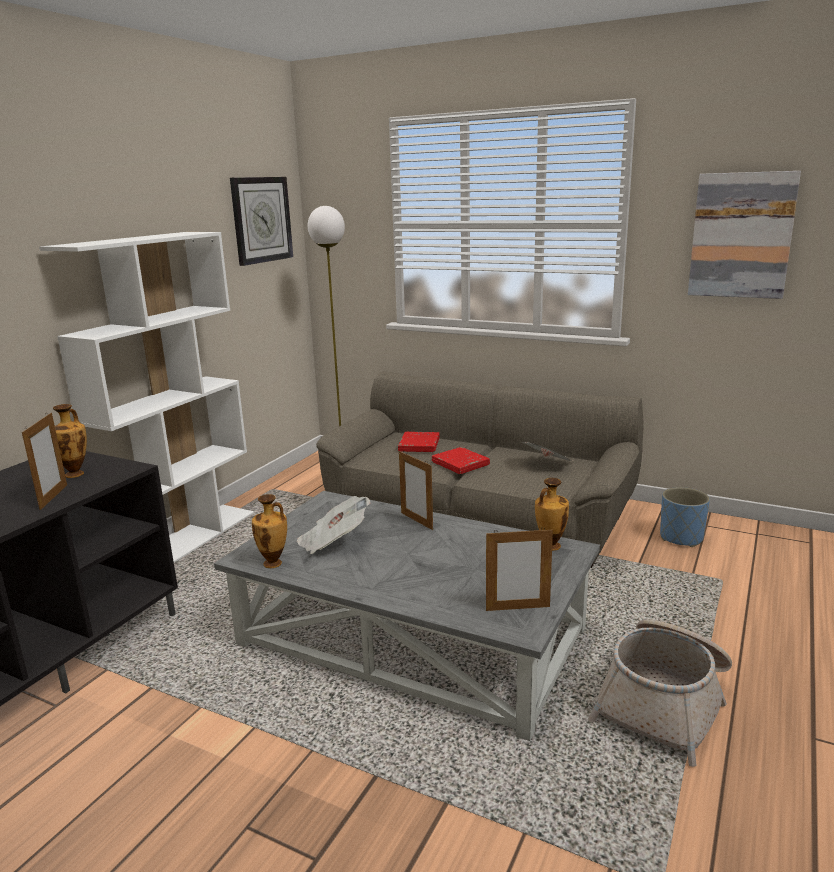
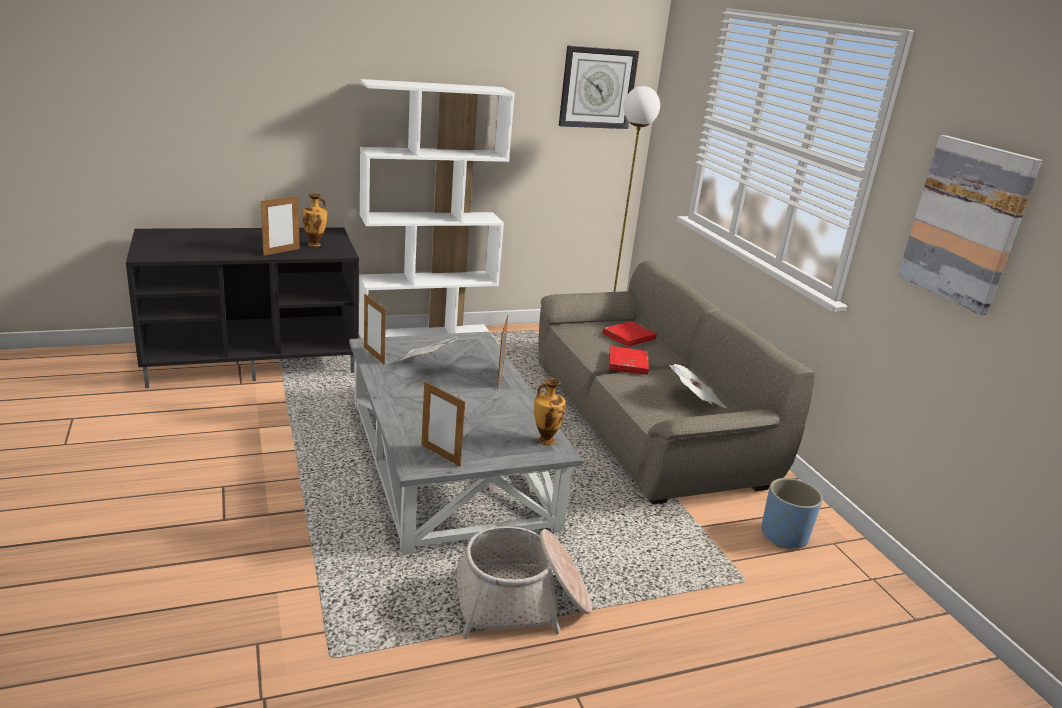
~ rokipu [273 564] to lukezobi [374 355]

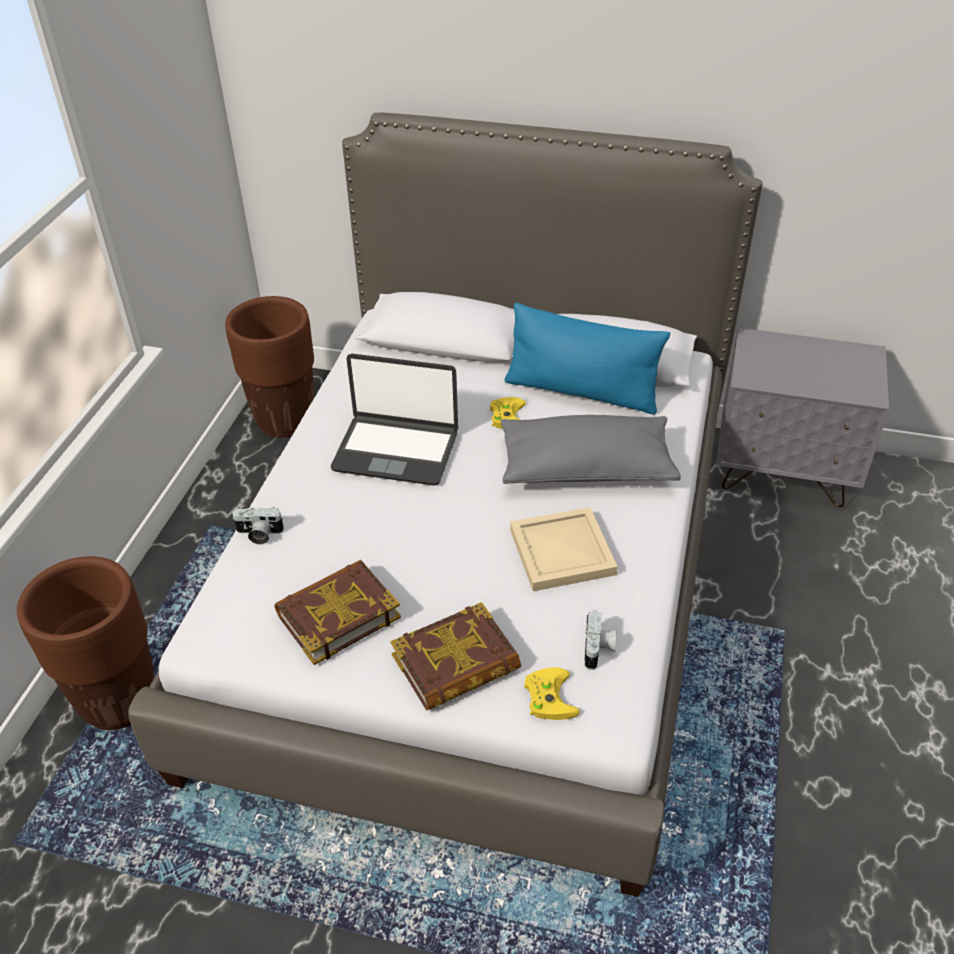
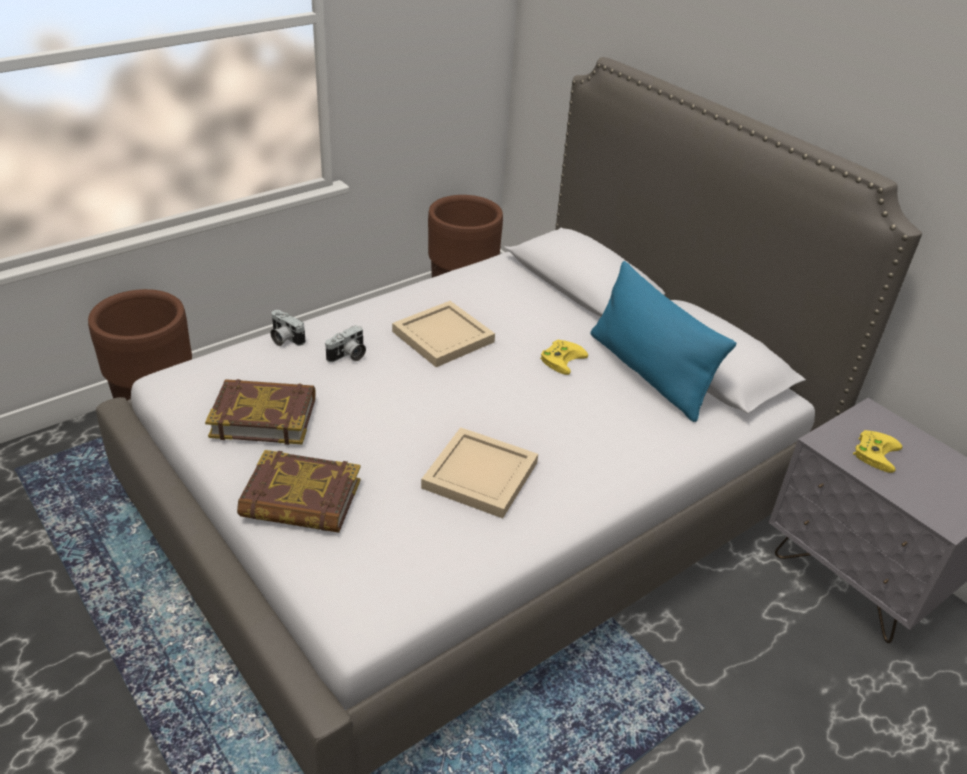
~ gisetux [396 450] to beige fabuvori [444 337]
- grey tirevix [586 468]
~ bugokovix [599 649] to [348 356]
~ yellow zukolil [547 696] to [874 452]

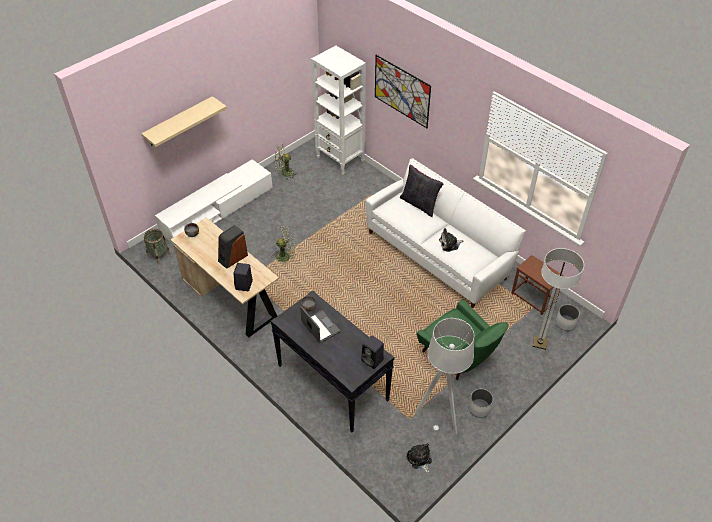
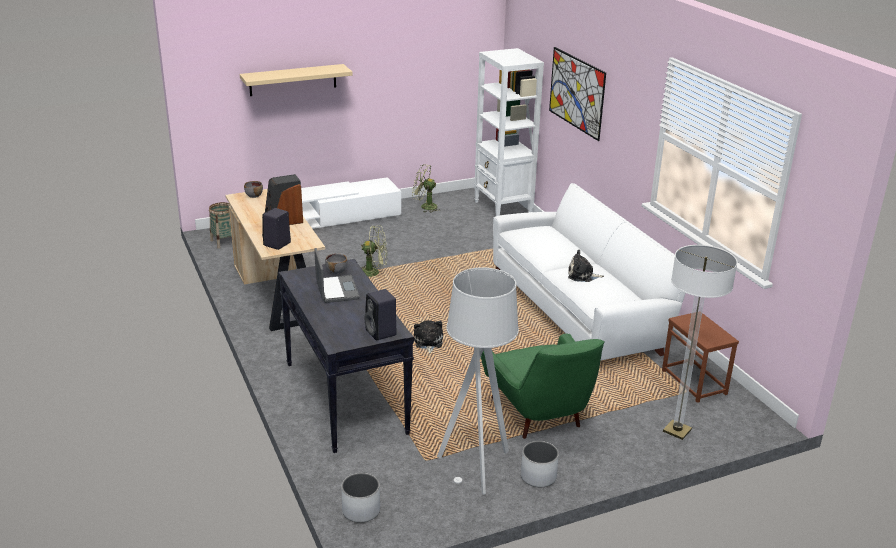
- black tirevix [419 204]
~ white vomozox [565 323] to [361 511]
~ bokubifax [419 460] to [428 343]

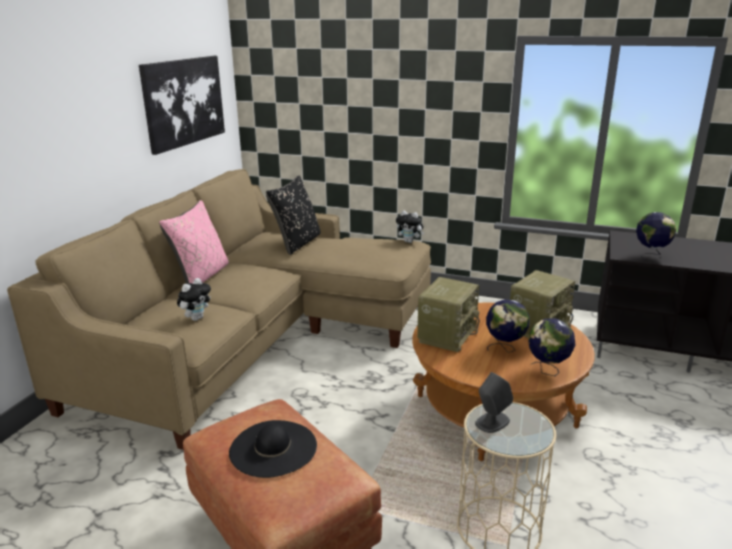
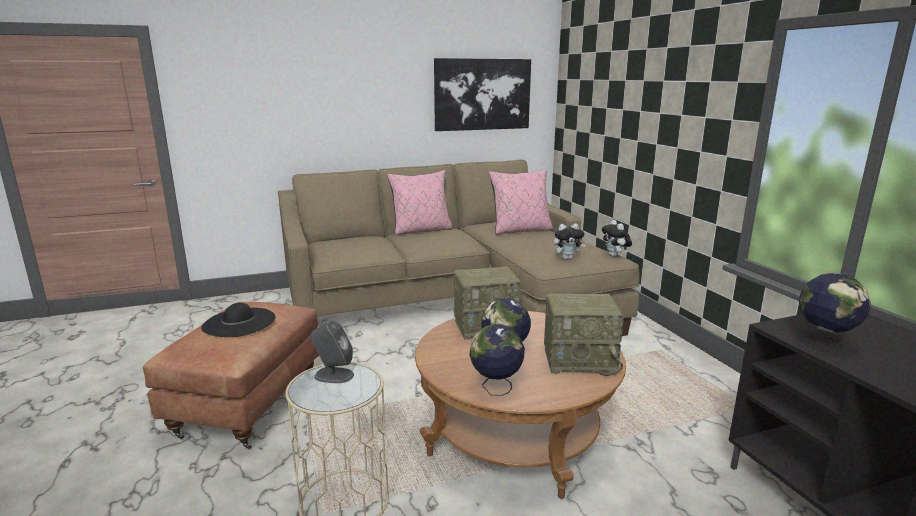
~ black tirevix [297 243] to pink tirevix [521 230]
~ bokubifax [196 318] to [567 258]

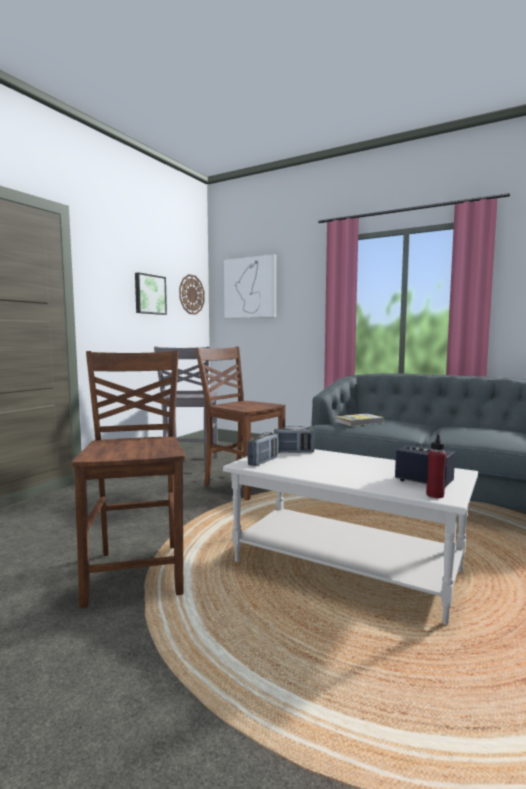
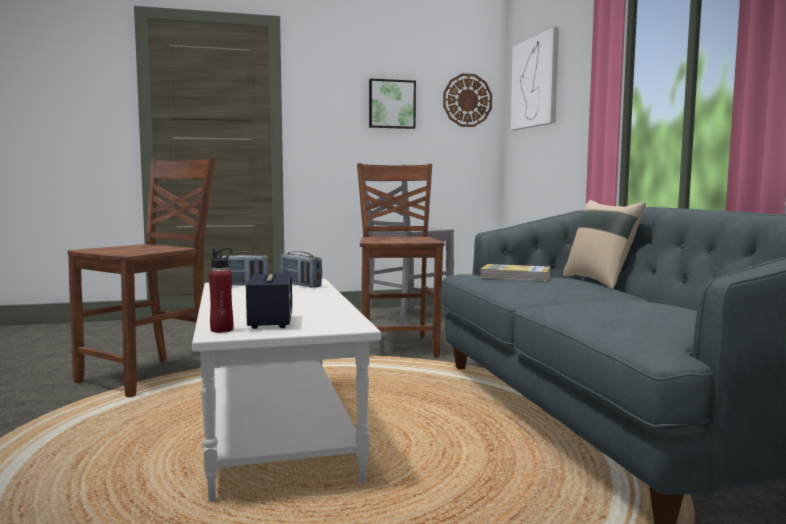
+ beige tirevix [600 281]

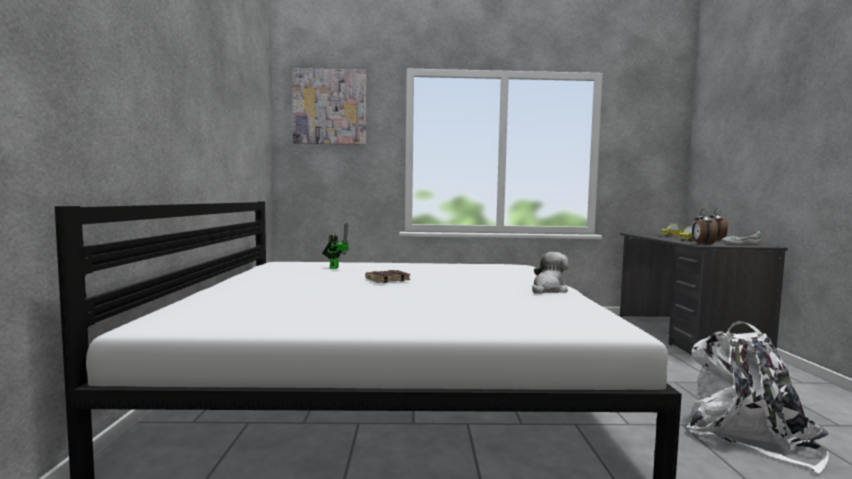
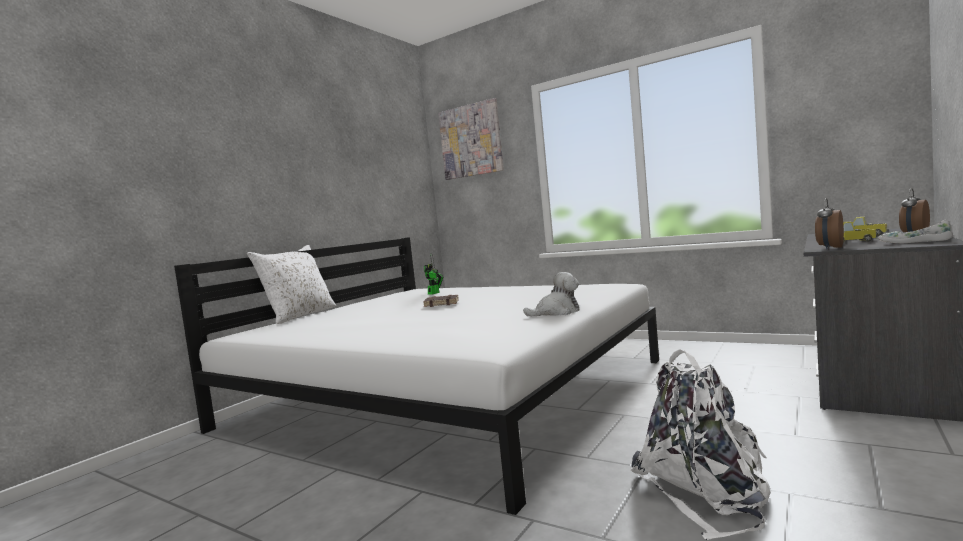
+ white tirevix [299 316]

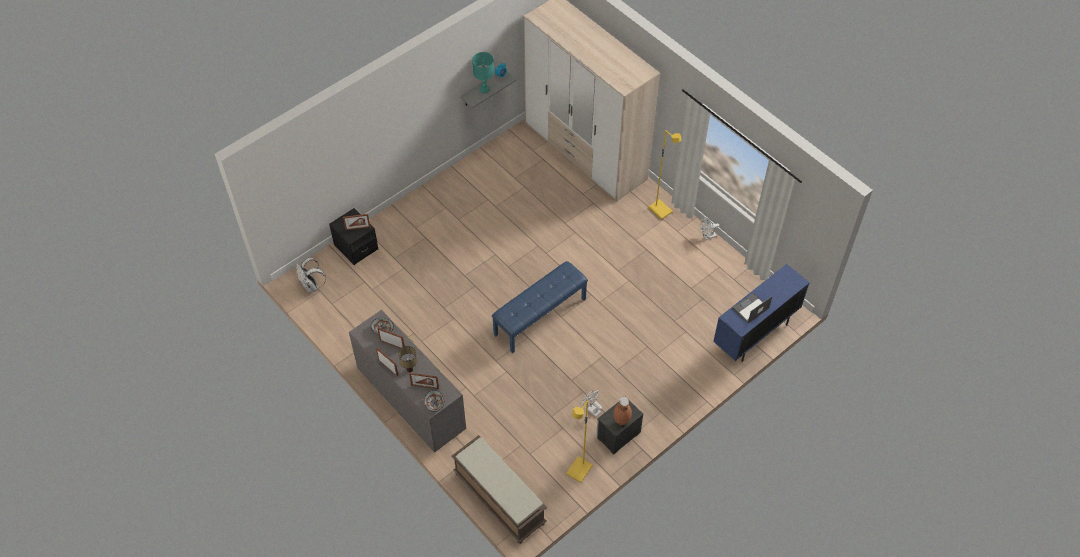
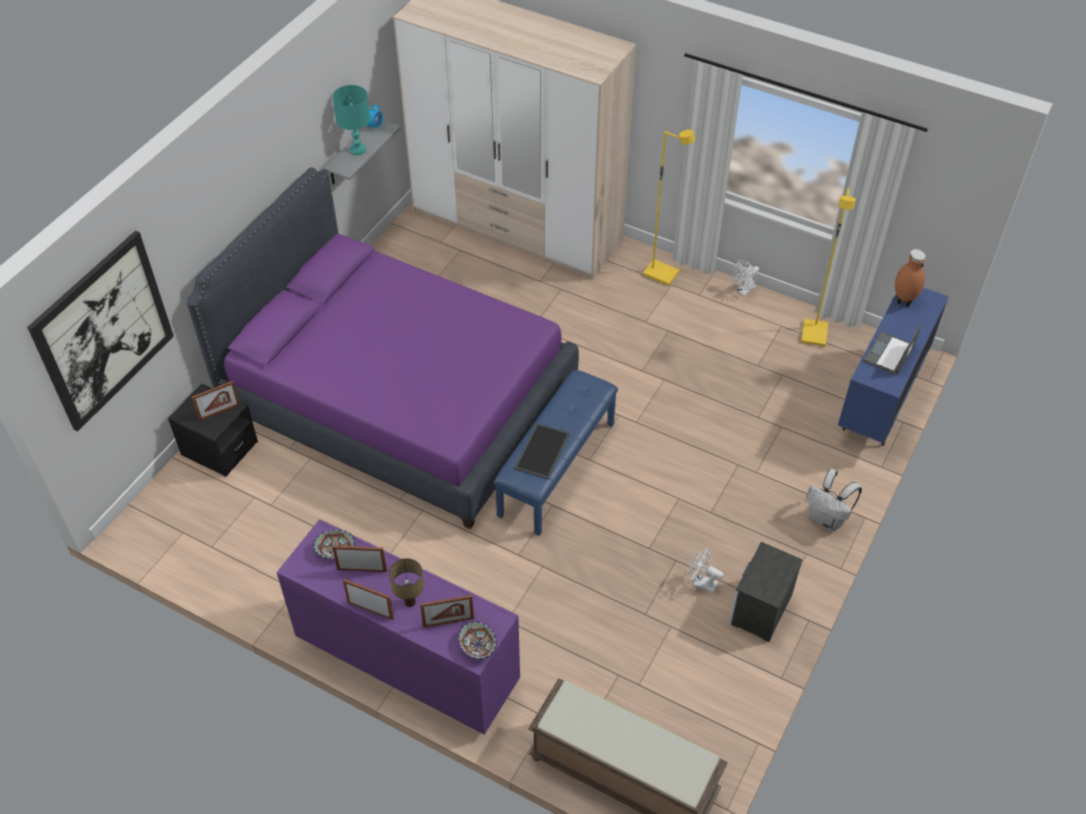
~ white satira [312 286] to [827 519]
~ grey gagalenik [411 399] to purple gagalenik [406 660]
~ brown rokipu [621 422] to [902 301]
~ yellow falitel [579 470] to [815 334]
+ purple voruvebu [400 399]
+ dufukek [104 331]
+ fabuvori [541 450]

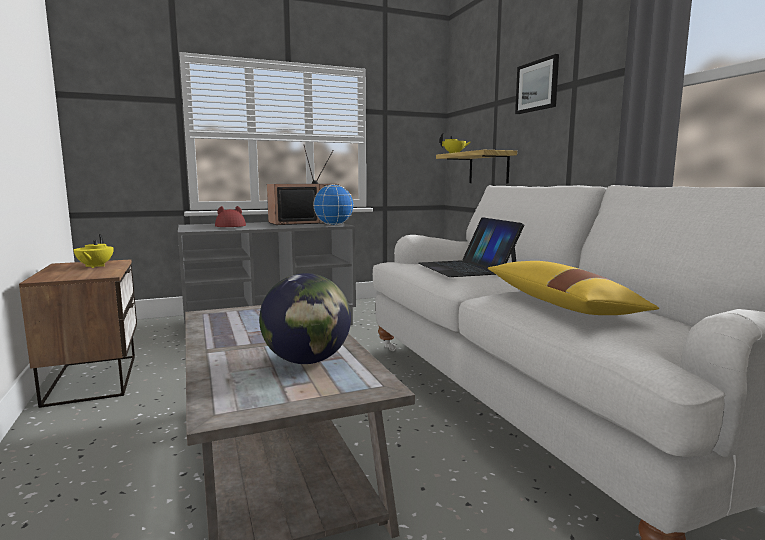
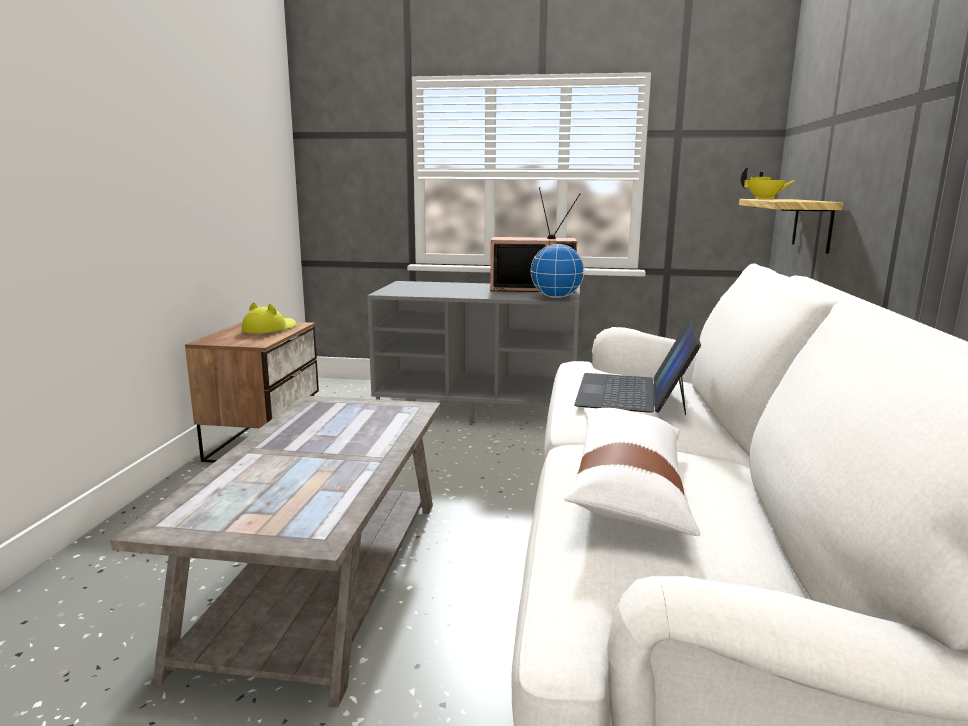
- dufukek [537 86]
- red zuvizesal [230 227]
~ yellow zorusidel [95 266] to yellow zuvizesal [269 329]
~ yellow tirevix [560 305] to white tirevix [629 487]
- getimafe [307 361]

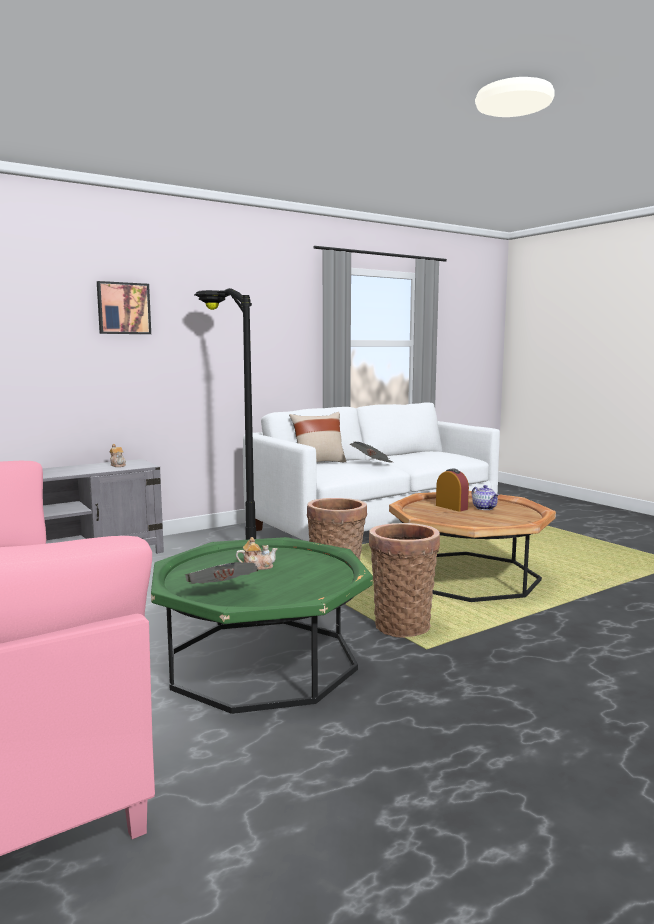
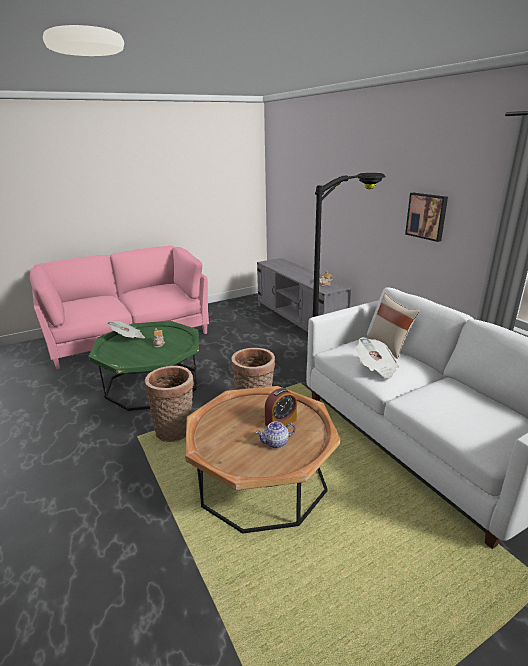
~ dufukek [123 308] to [427 216]

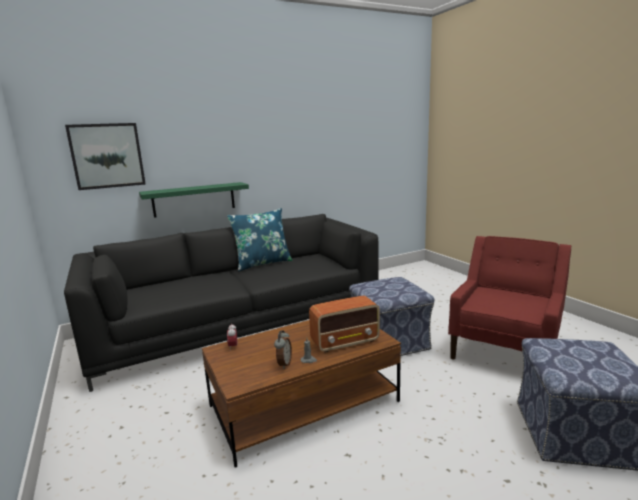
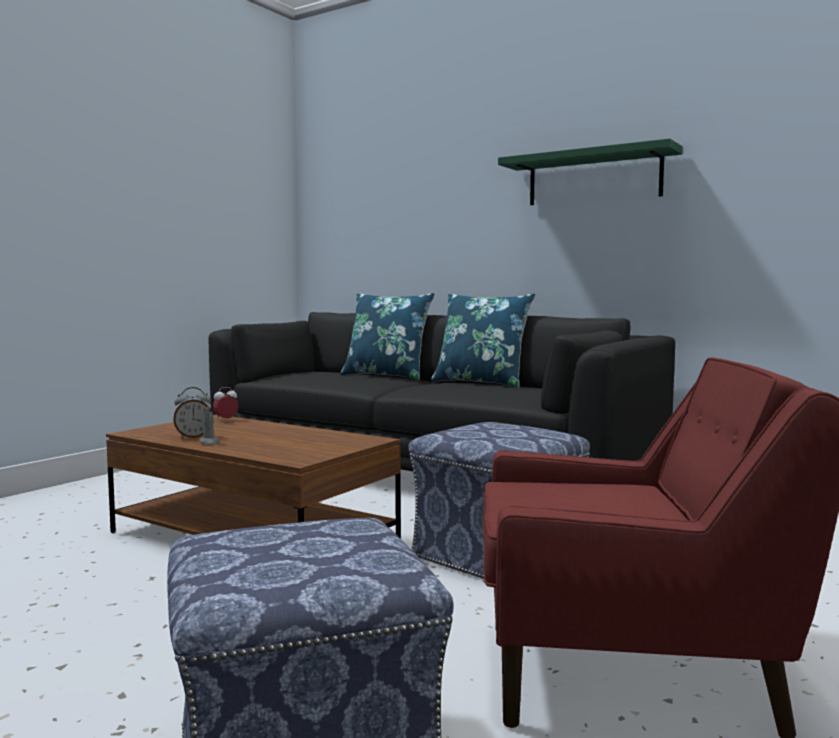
- dufukek [107 156]
~ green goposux [194 199] to [594 178]
- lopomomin [346 342]
+ blue tirevix [386 376]

